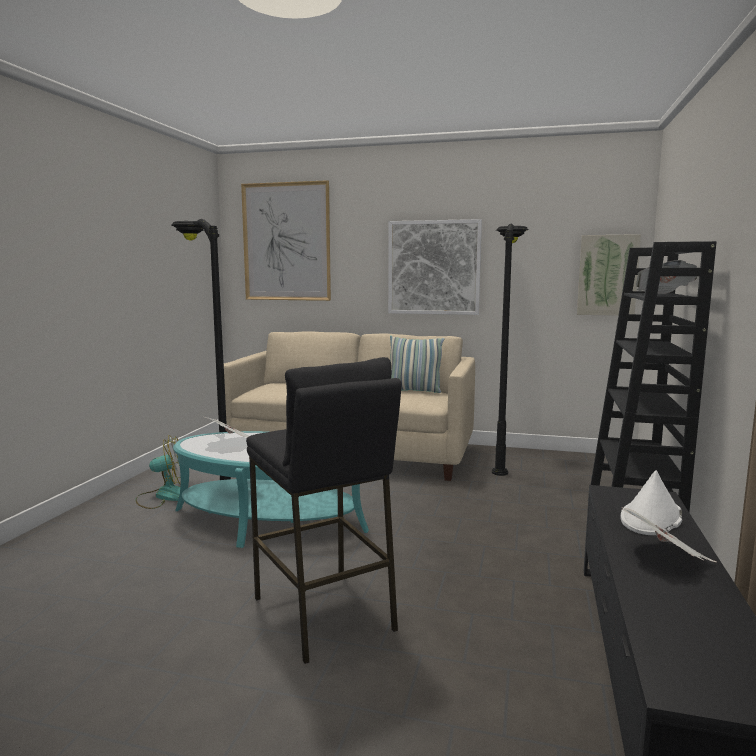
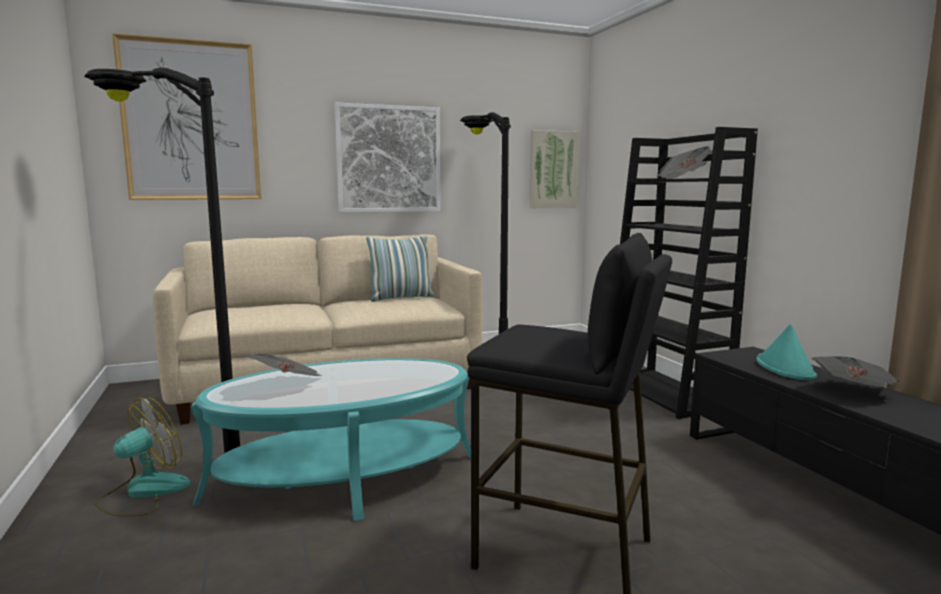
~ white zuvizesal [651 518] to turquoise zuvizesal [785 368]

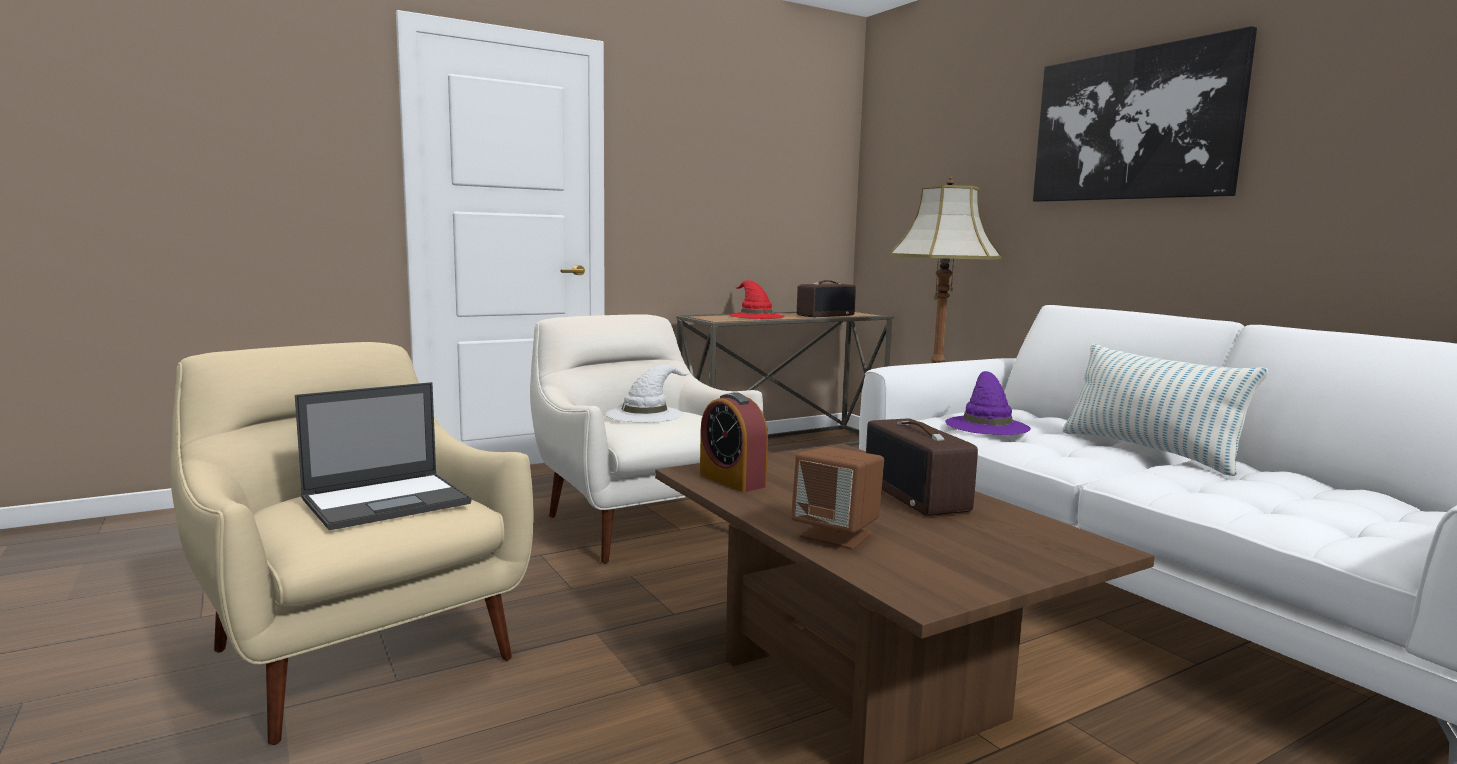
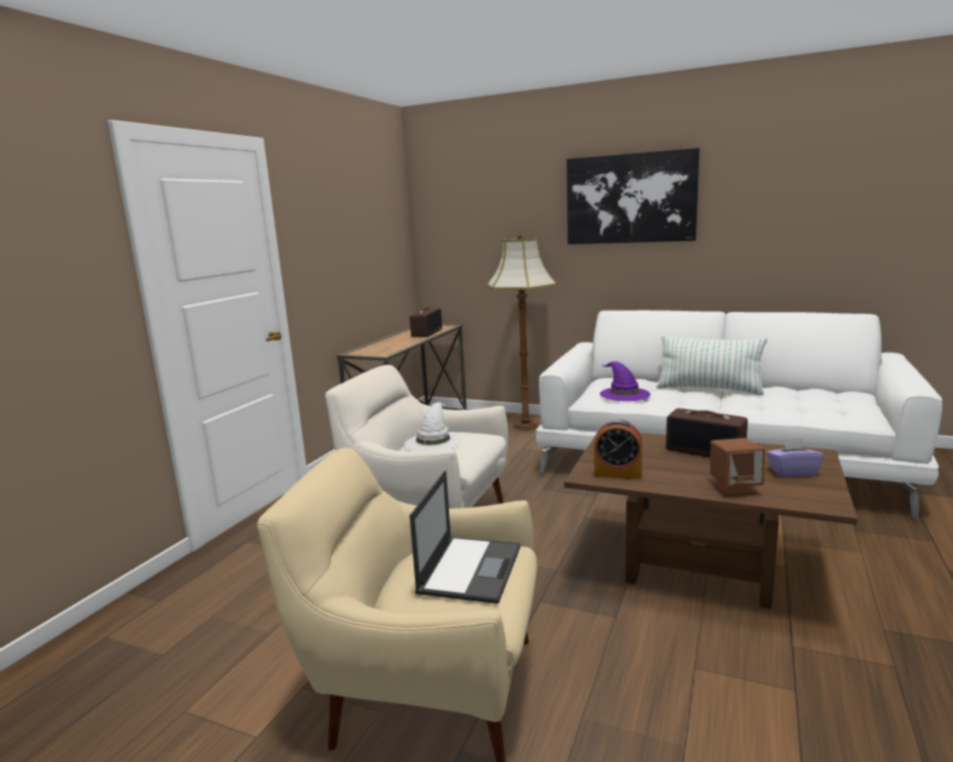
- red zuvizesal [756 316]
+ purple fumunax [792 472]

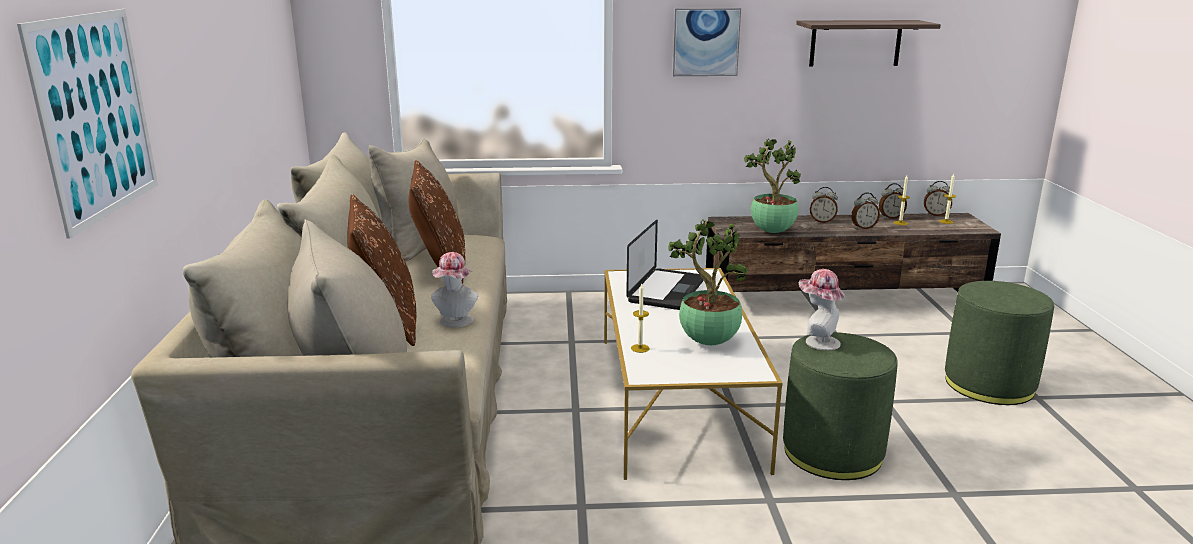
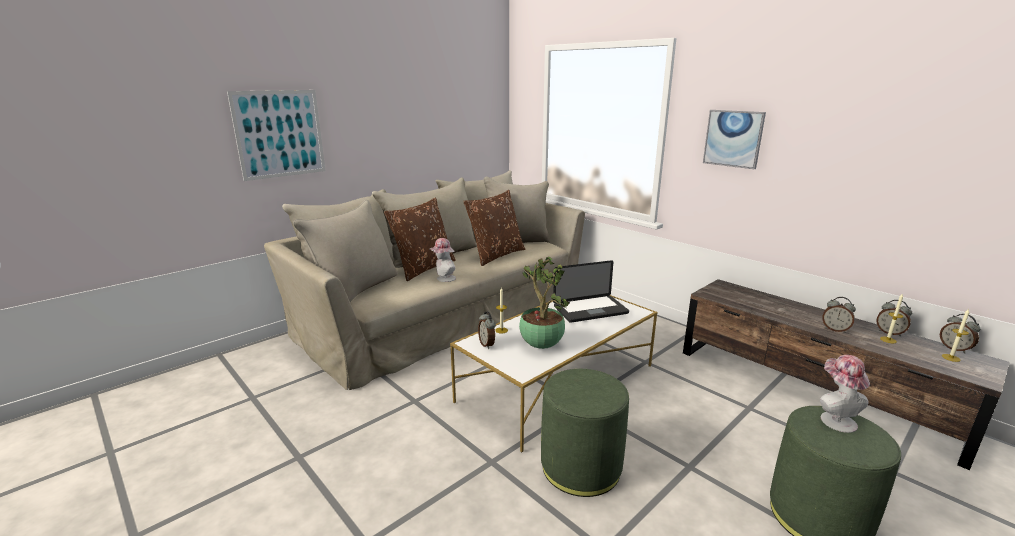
- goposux [855 43]
- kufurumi [771 231]
~ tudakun [822 221] to [487 344]
~ zuvizesal [817 341] to [834 419]

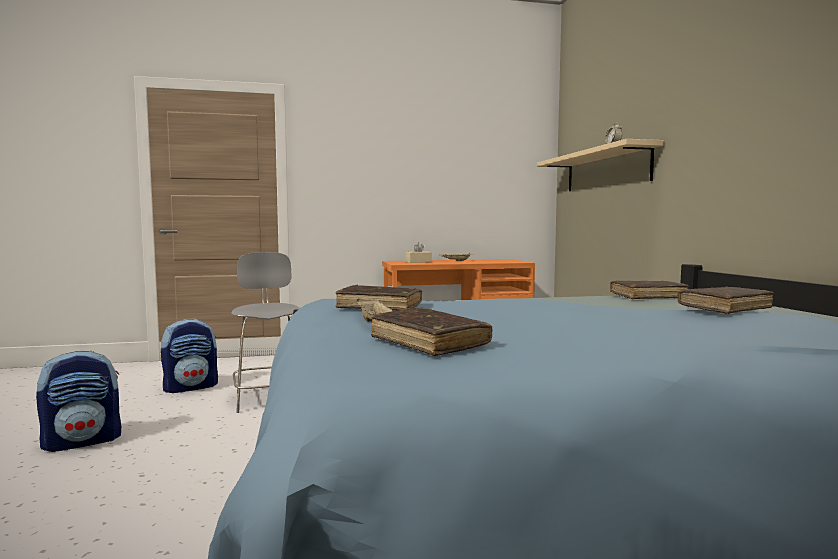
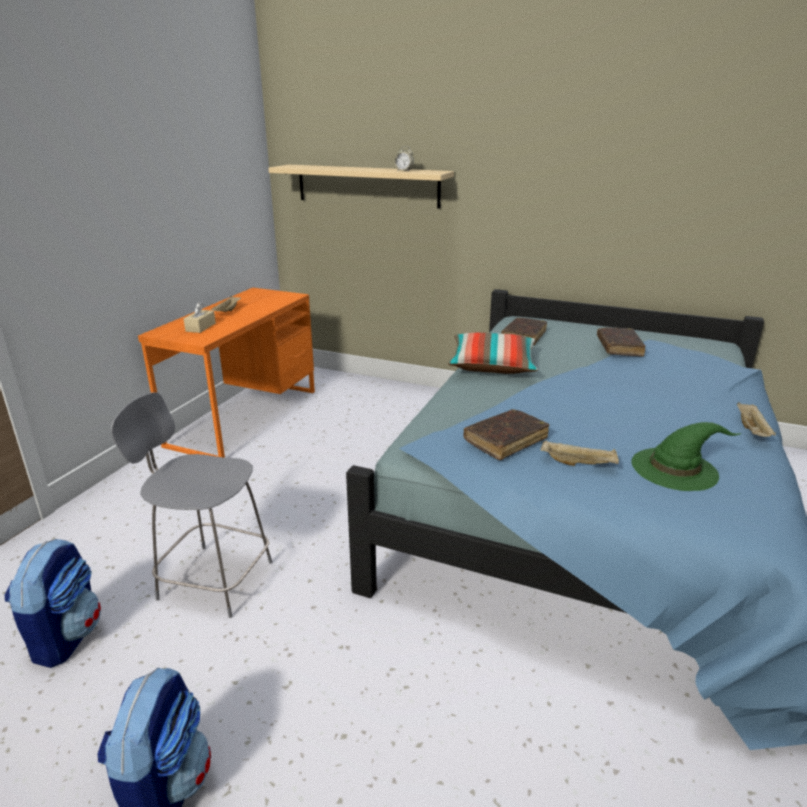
~ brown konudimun [429 342] to green zuvizesal [675 468]
+ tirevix [492 366]
+ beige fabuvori [752 431]

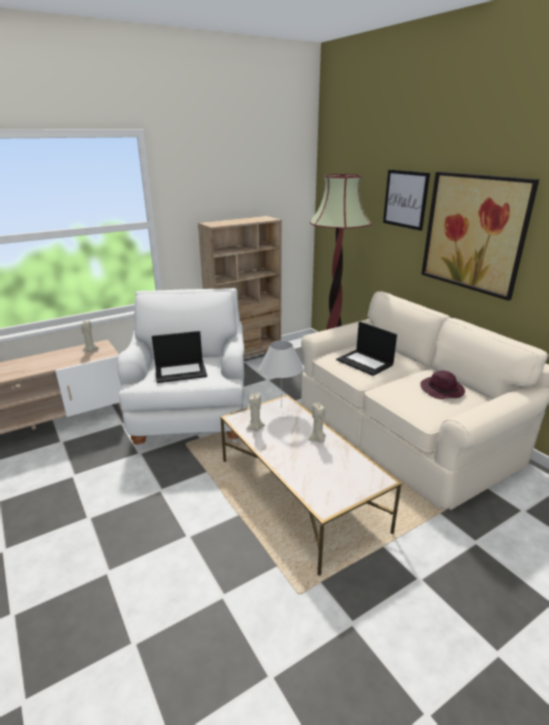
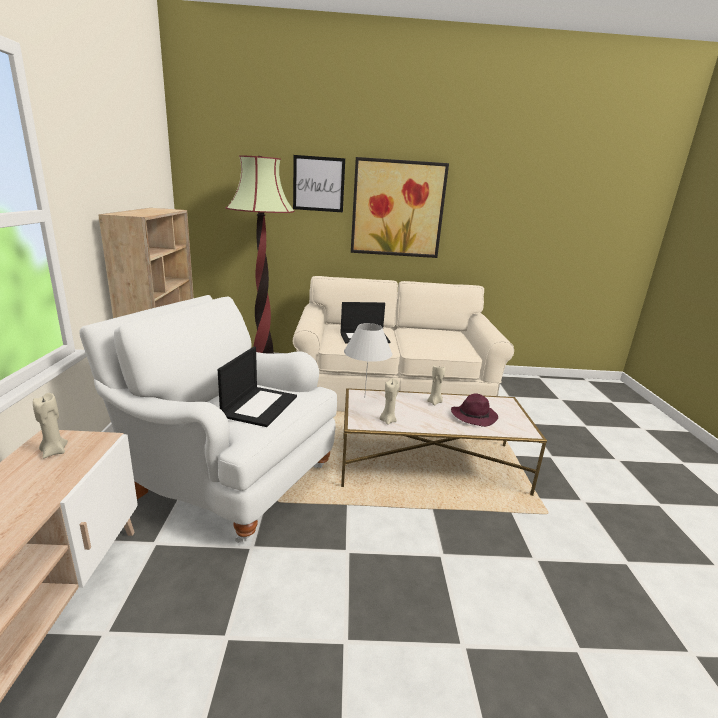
~ purple zuvizesal [442 390] to [474 416]

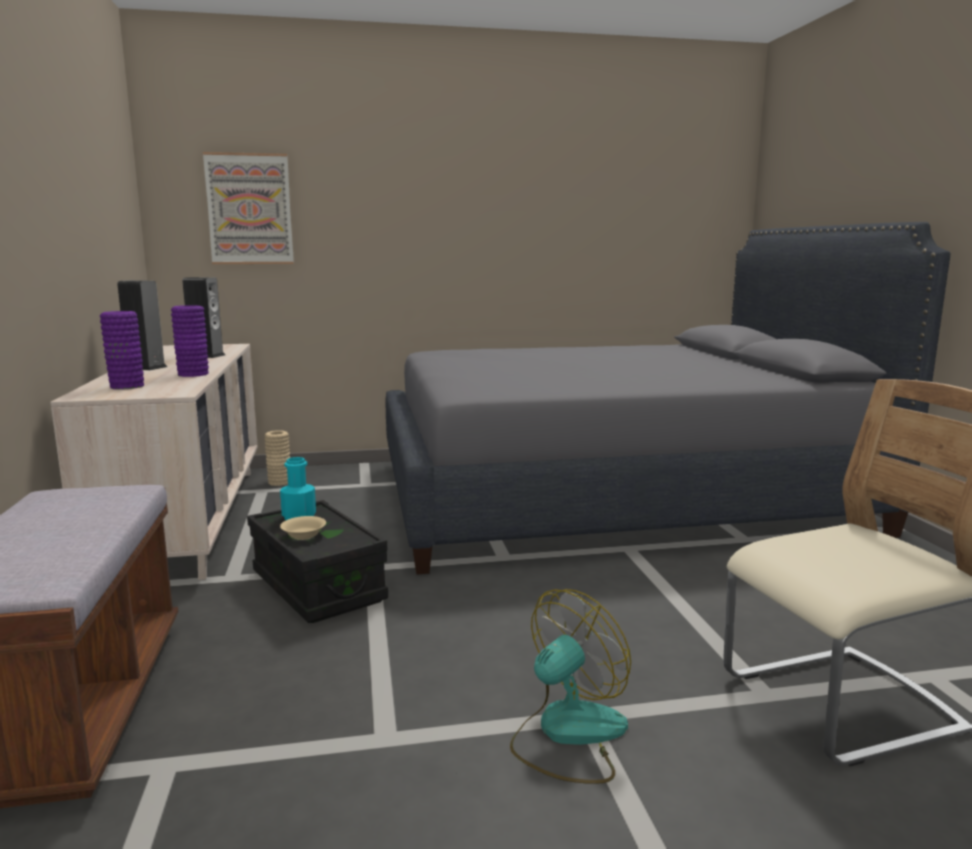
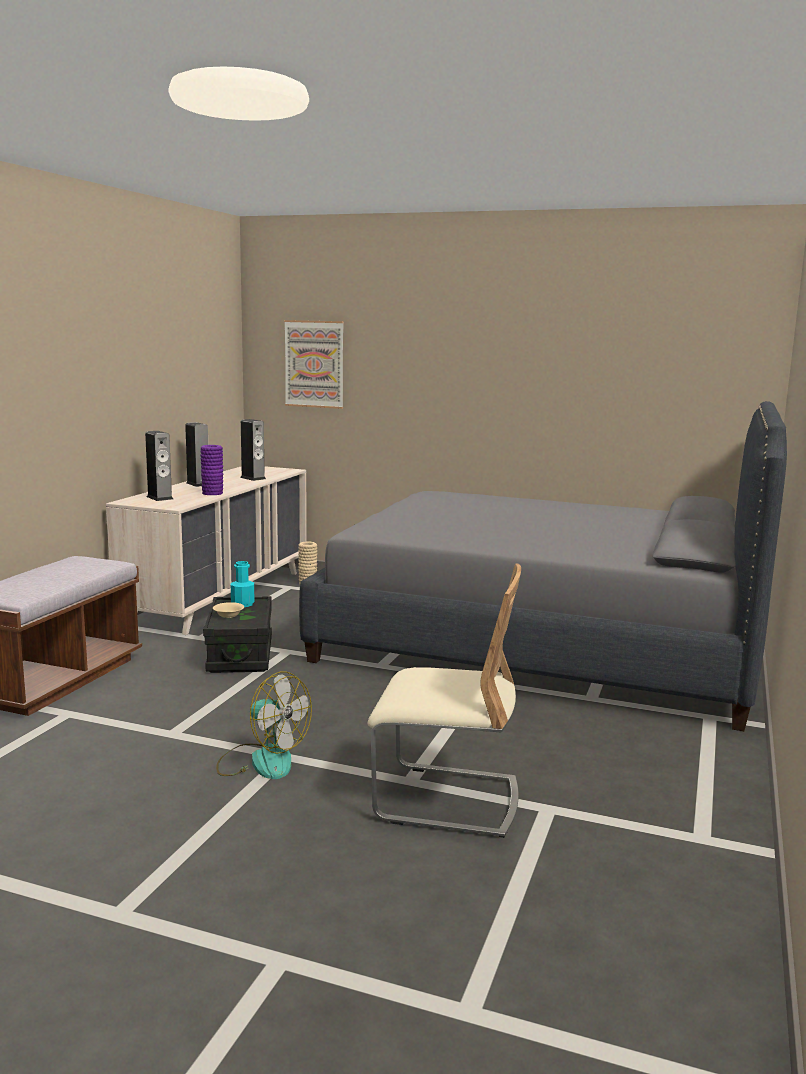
~ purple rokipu [126 386] to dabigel [159 498]
~ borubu [568 734] = [262 760] 45 degrees clockwise

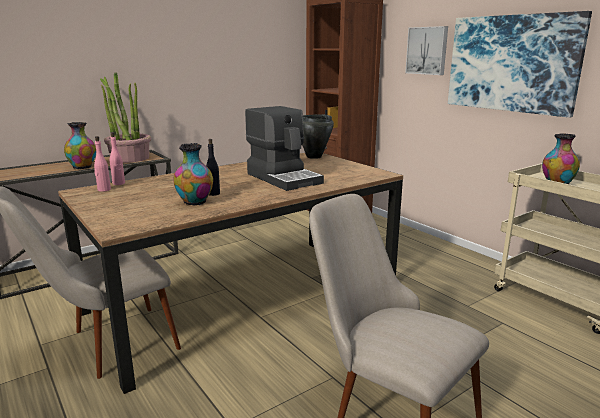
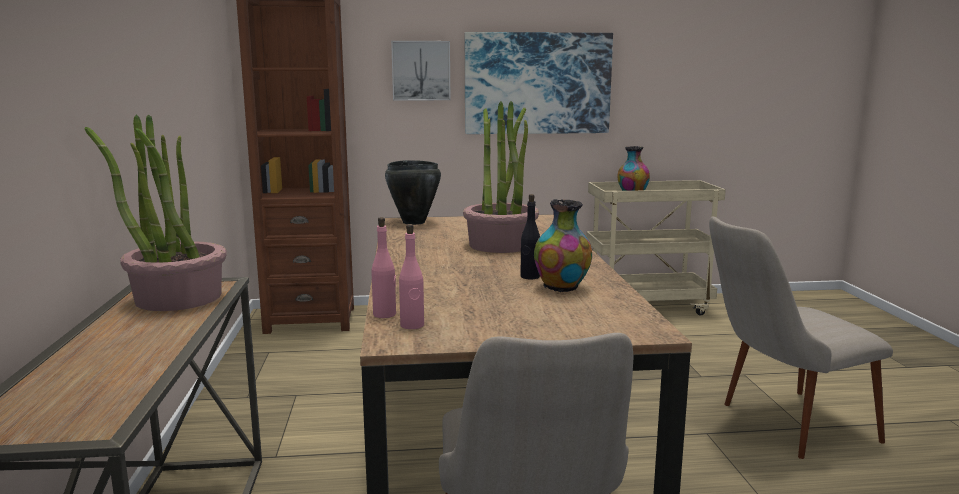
~ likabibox [284 178] to kufurumi [501 245]
- rokipu [83 167]

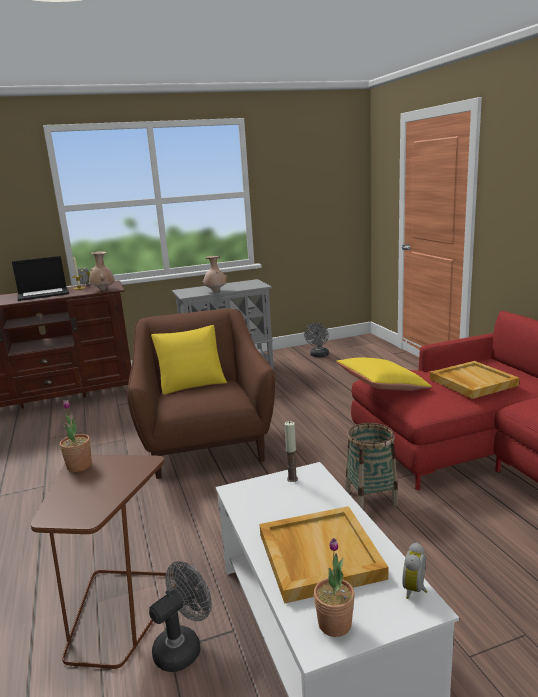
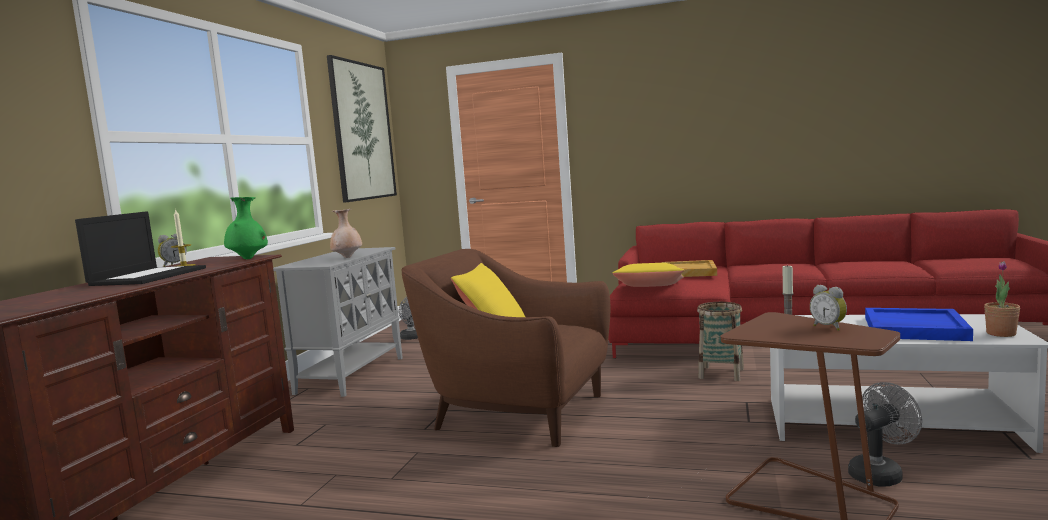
~ beige rokipu [103 290] to green rokipu [248 259]
- kufurumi [79 466]
~ beige fabuvori [318 555] to blue fabuvori [914 328]
~ tudakun [416 590] to [829 327]
~ grey borubu [183 646] = [880 473] 75 degrees clockwise
+ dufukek [362 131]

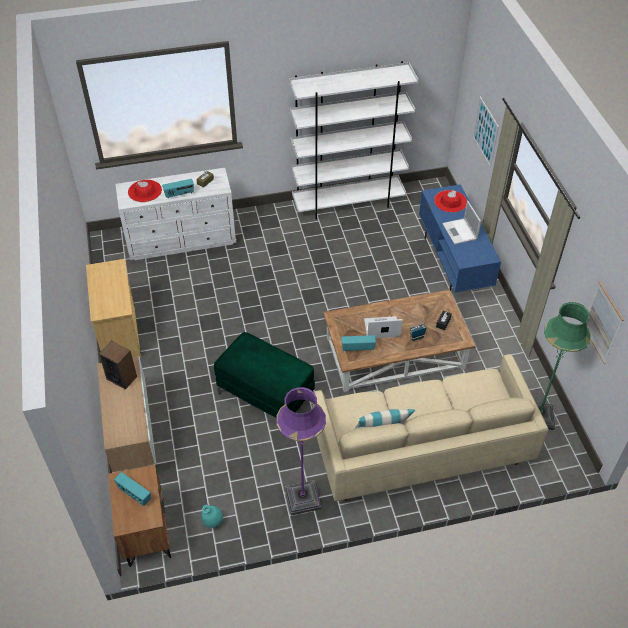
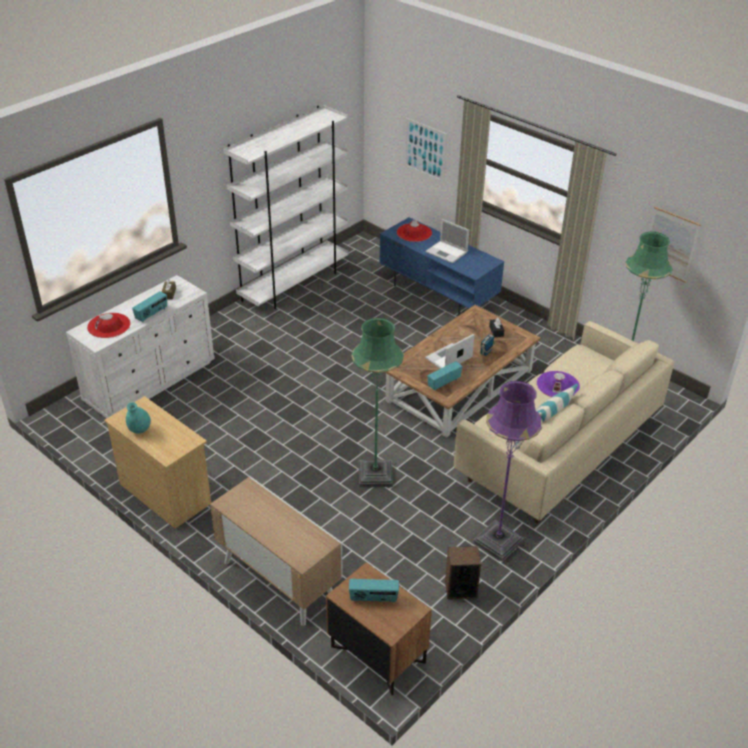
~ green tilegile [265 395] to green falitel [375 475]
~ dabigel [121 377] to [460 589]
~ turquoise rokipu [213 521] to [139 430]
+ purple zuvizesal [558 385]

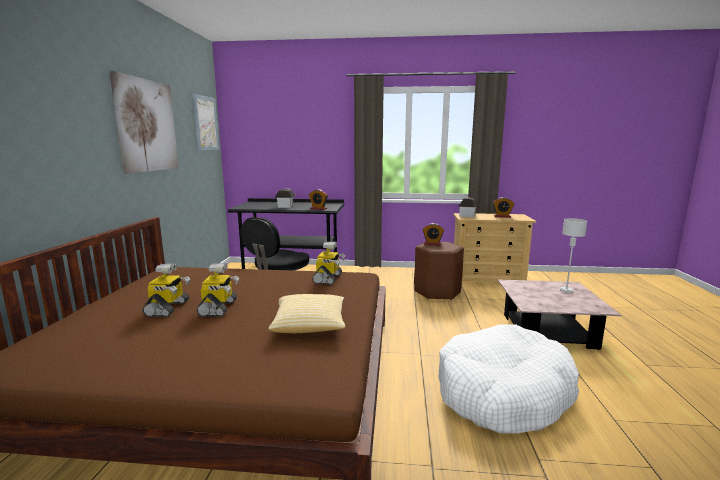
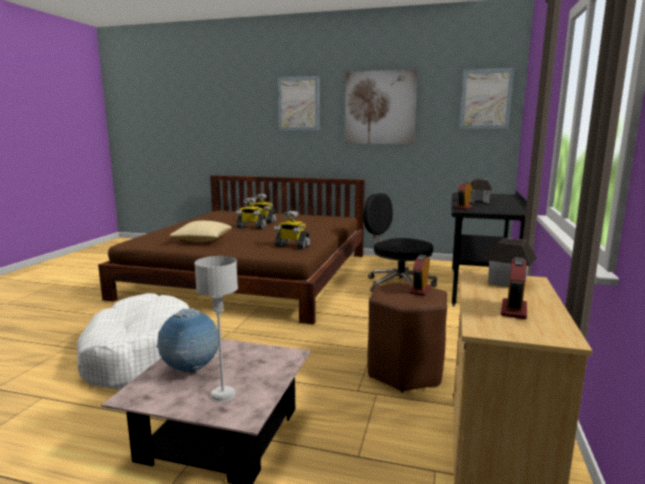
+ dufukek [298 103]
+ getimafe [191 370]

